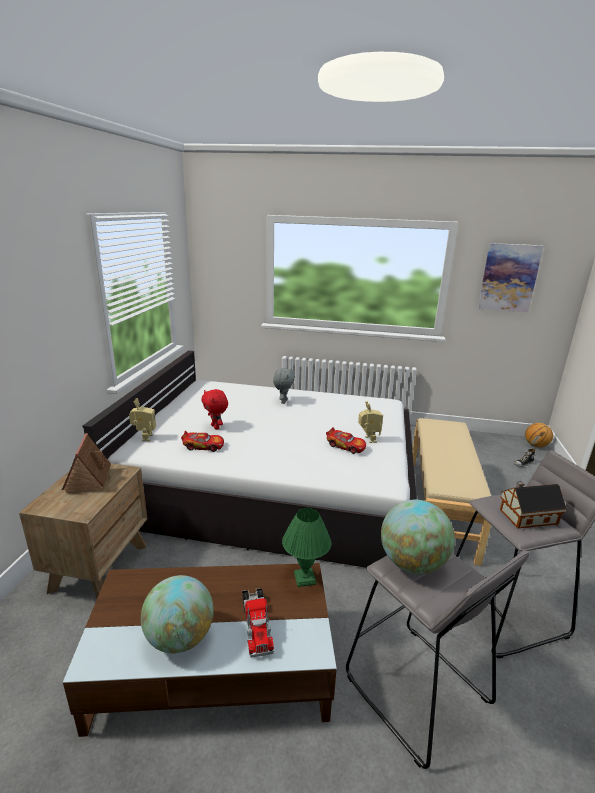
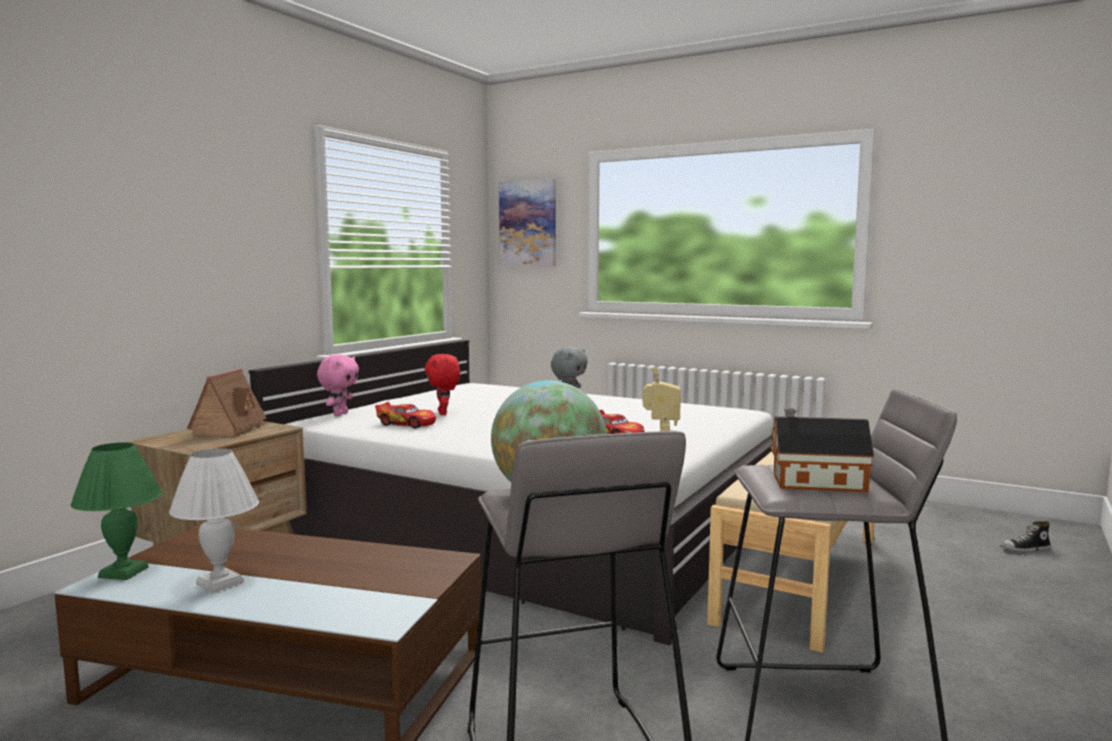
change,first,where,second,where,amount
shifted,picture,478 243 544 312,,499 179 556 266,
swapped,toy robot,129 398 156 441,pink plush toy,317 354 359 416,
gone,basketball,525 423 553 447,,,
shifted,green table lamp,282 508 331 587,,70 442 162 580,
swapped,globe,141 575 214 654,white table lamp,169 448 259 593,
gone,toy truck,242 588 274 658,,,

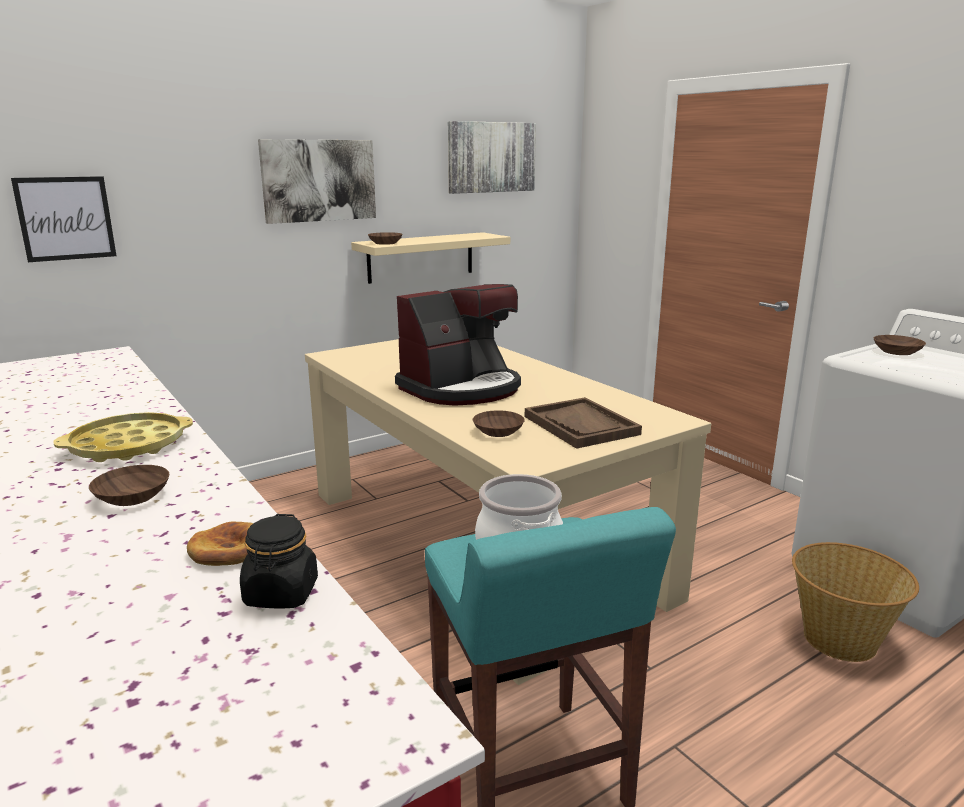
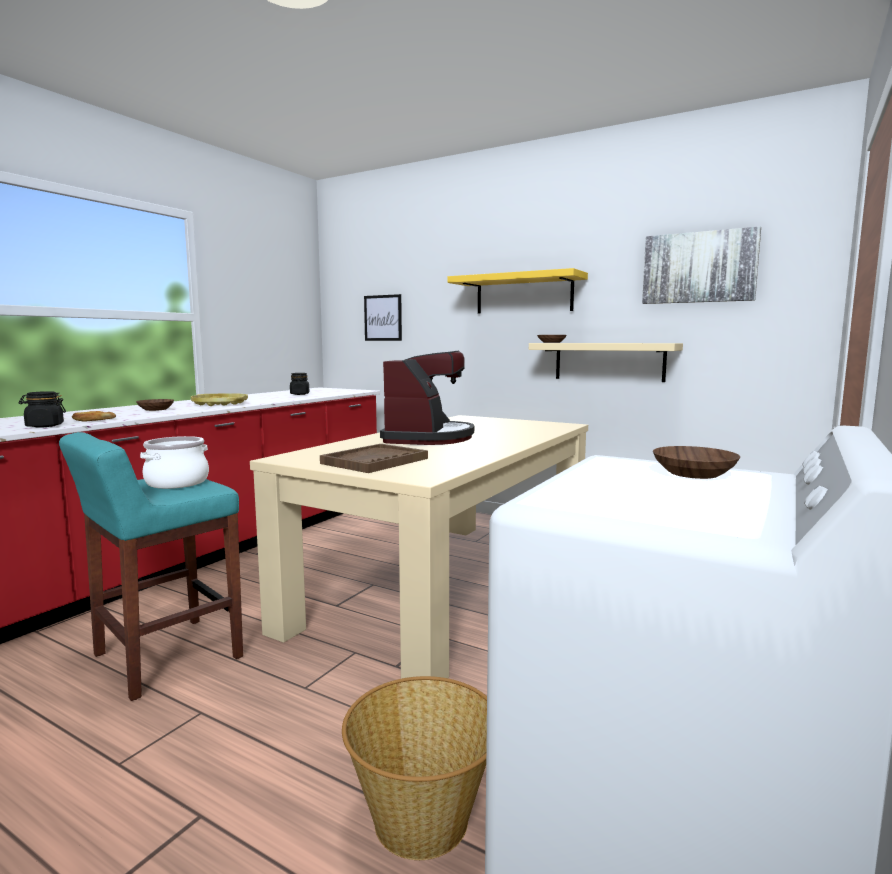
change,first,where,second,where,amount
swapped,picture,258 139 376 224,yellow shelf,447 268 588 314,
rotated,coffee machine,395 284 521 406,,380 351 474 445,105 degrees counterclockwise
gone,brown bowl,473 410 525 437,,,
new,,,black jar,290 373 309 395,

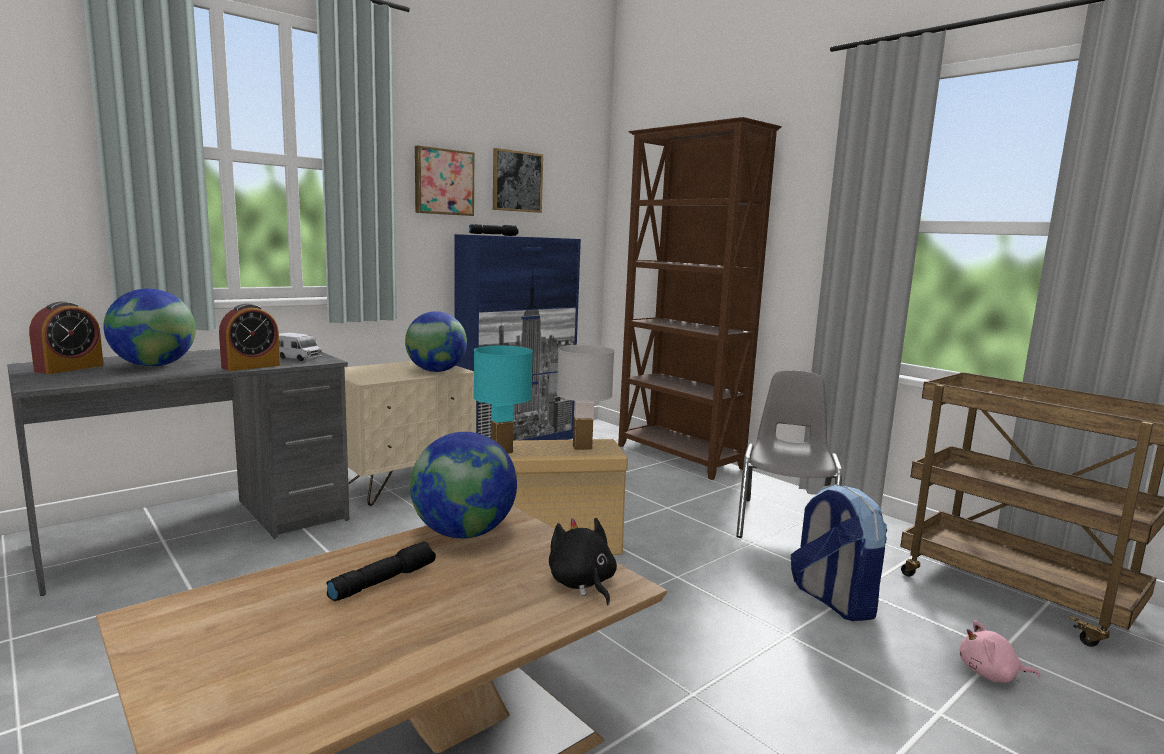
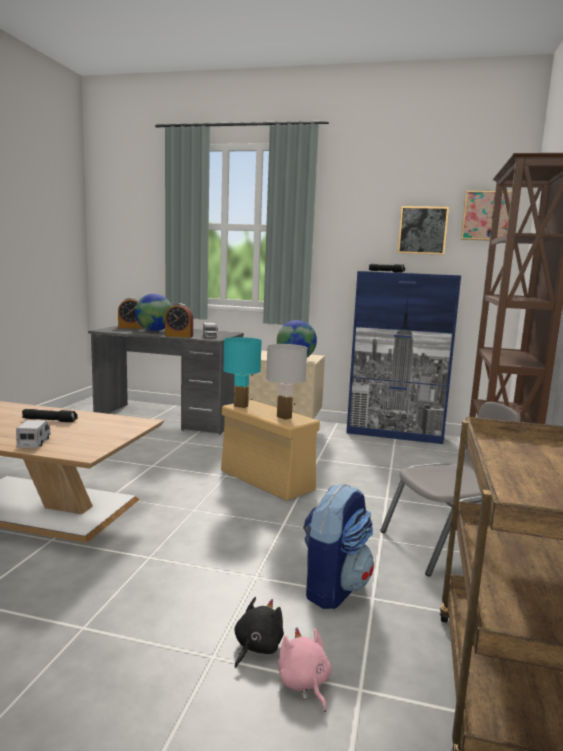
change,first,where,second,where,amount
shifted,picture,415 145 475 216,,461 191 512 240,
gone,globe,410 432 517 539,,,
shifted,black plush toy,549 518 617 605,,235 597 284 669,
new,,,toy truck,16 420 51 448,

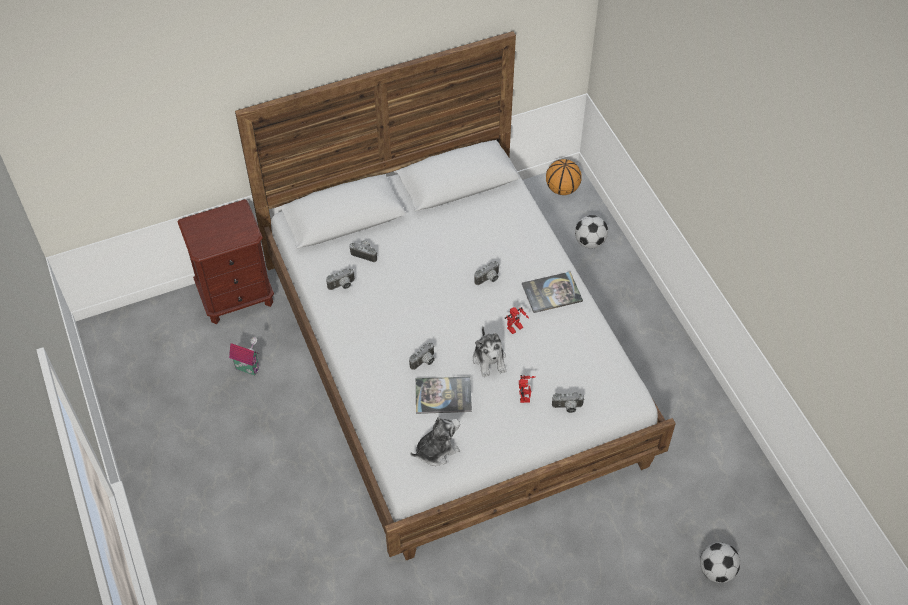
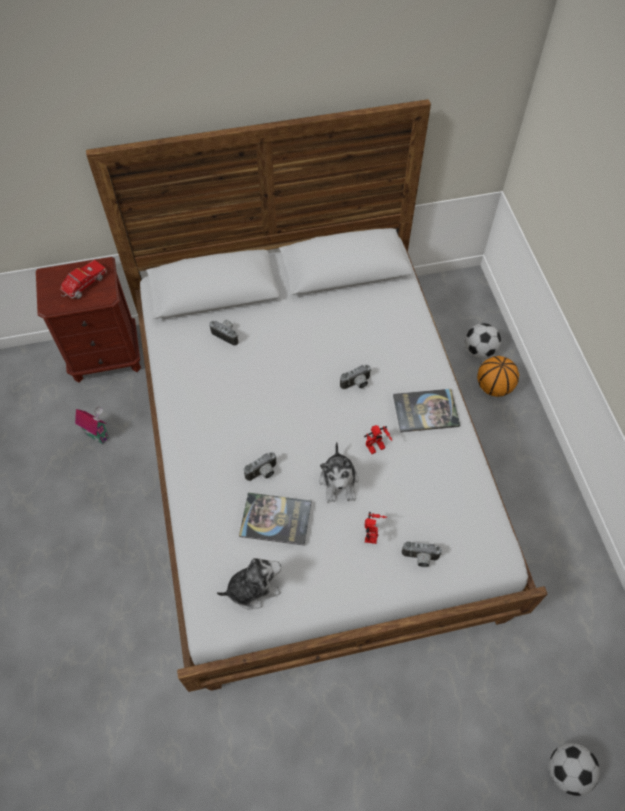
change,first,where,second,where,amount
shifted,basketball,546 159 581 195,,477 356 519 397,
gone,photo camera,326 268 355 290,,,
new,,,toy truck,60 260 107 299,

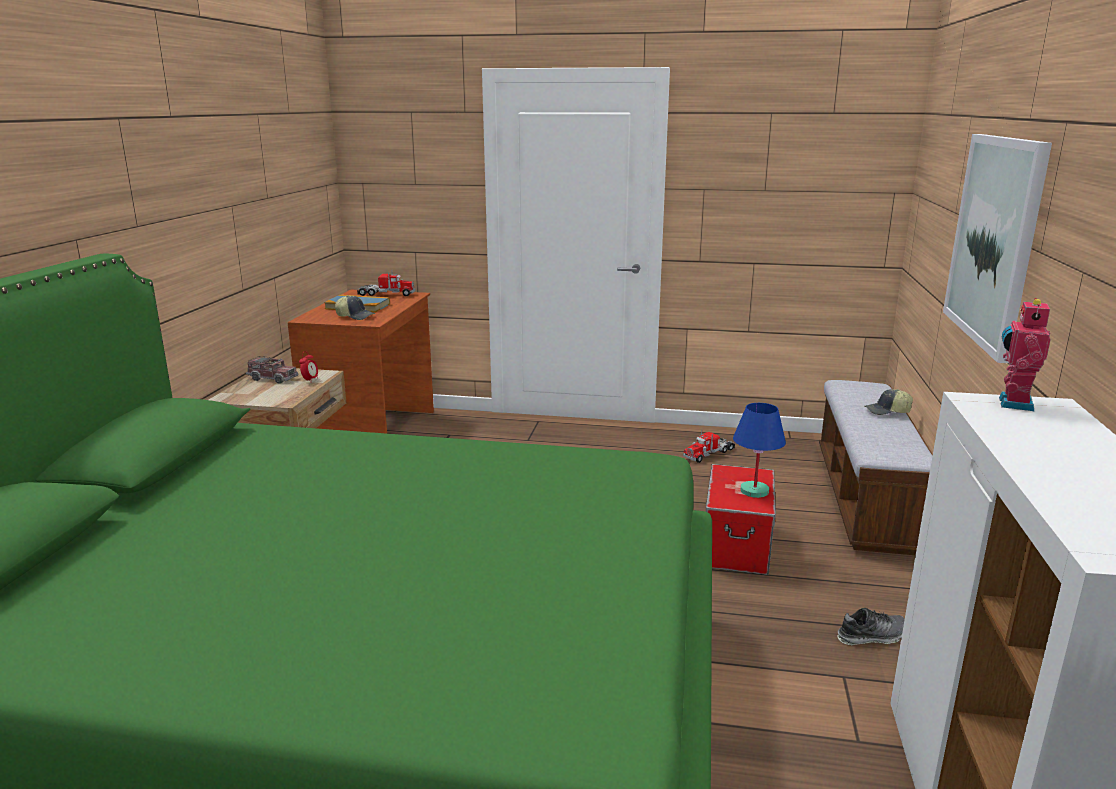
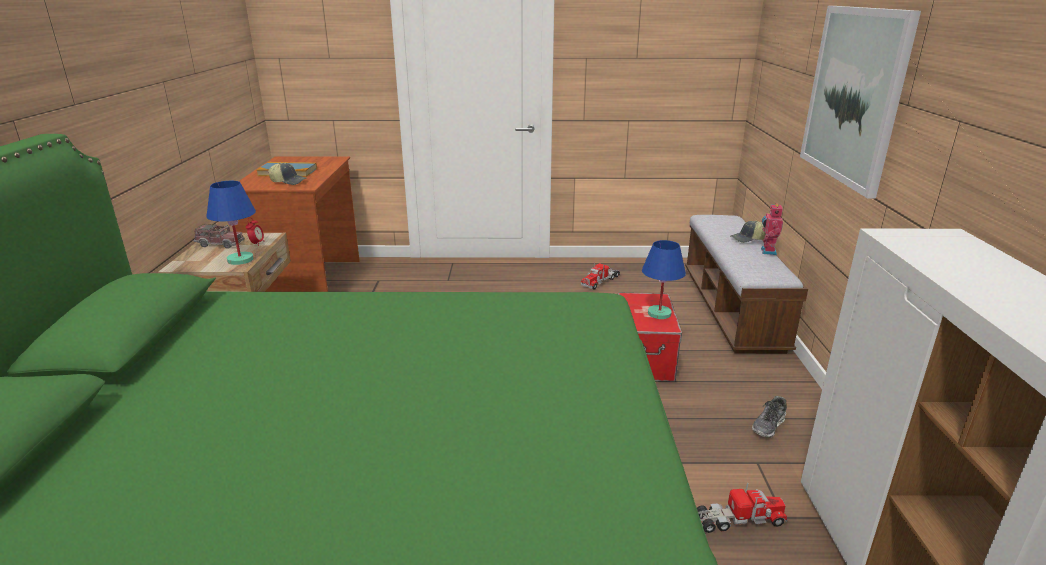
change,first,where,second,where,amount
shifted,toy truck,357 270 415 296,,697 483 788 533,
shifted,toy robot,999 298 1051 411,,761 203 783 255,
rotated,shoe,837 608 905 646,,752 396 787 438,150 degrees clockwise
new,,,blue table lamp,206 181 256 265,

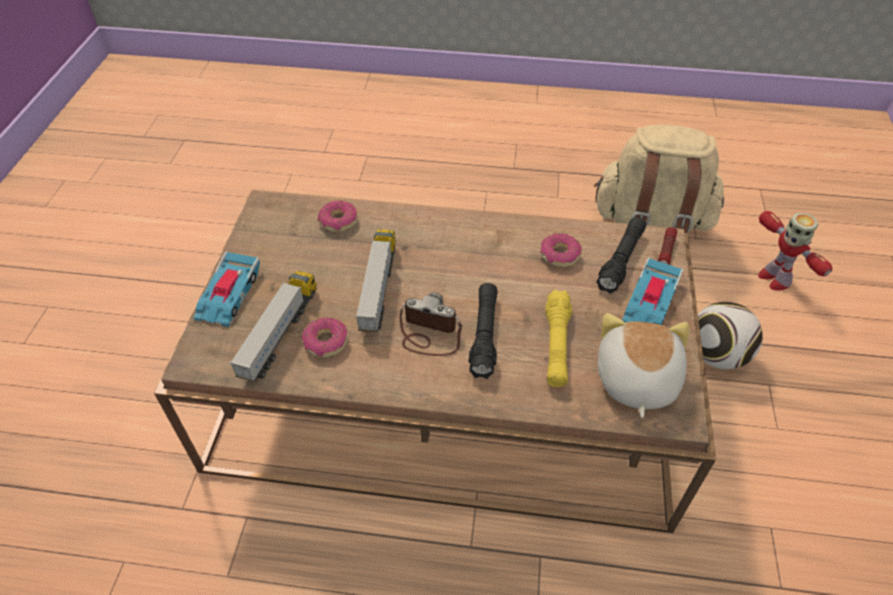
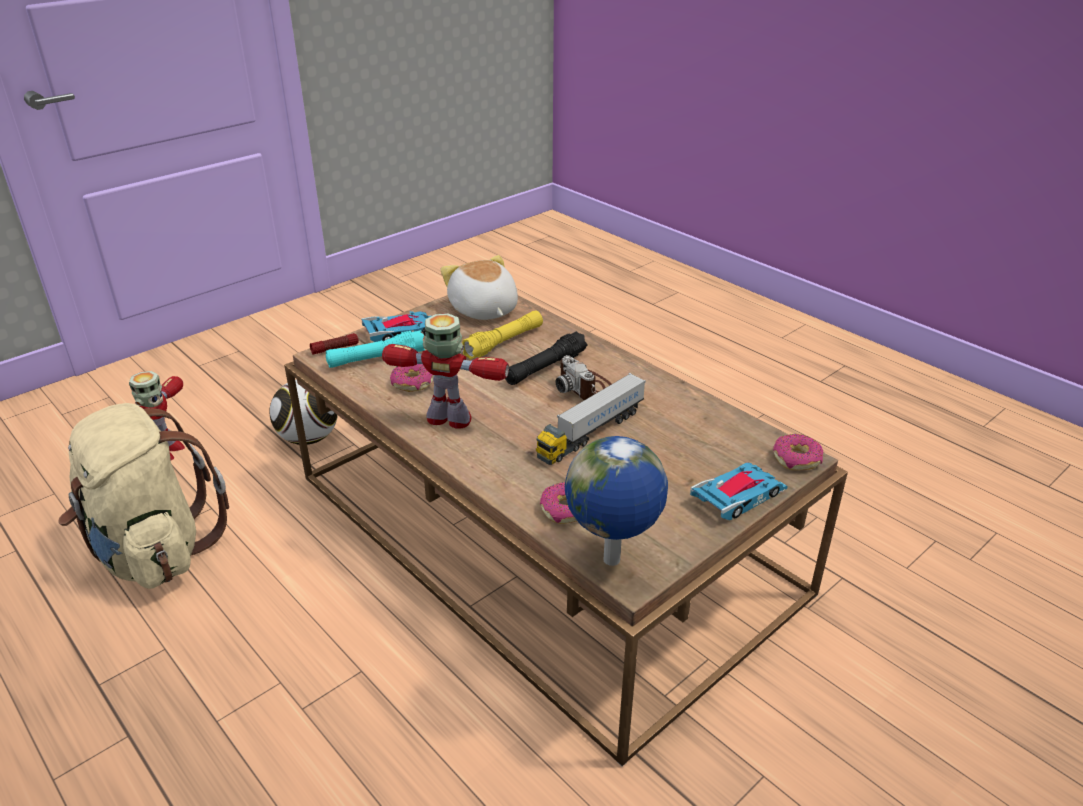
change,first,where,second,where,amount
repainted,black flashlight,596 217 646 294,turquoise flashlight,326 330 425 368,
gone,toy truck,230 271 317 382,,,
rotated,plush toy,598 313 689 418,,440 255 518 320,105 degrees clockwise
shifted,donut,301 318 348 357,,773 434 823 470,
new,,,toy robot,382 314 509 429,
new,,,globe,565 436 668 566,

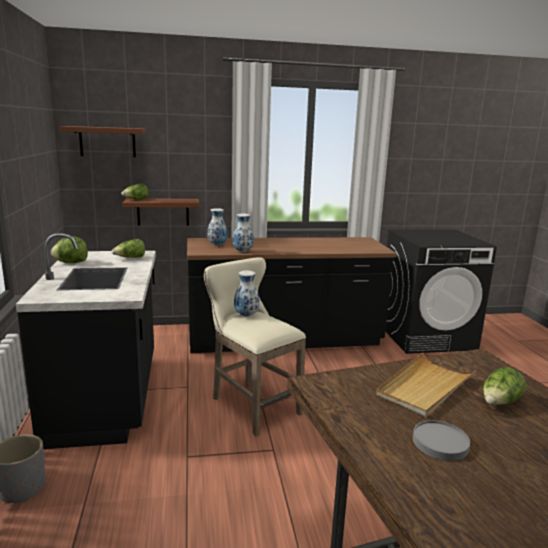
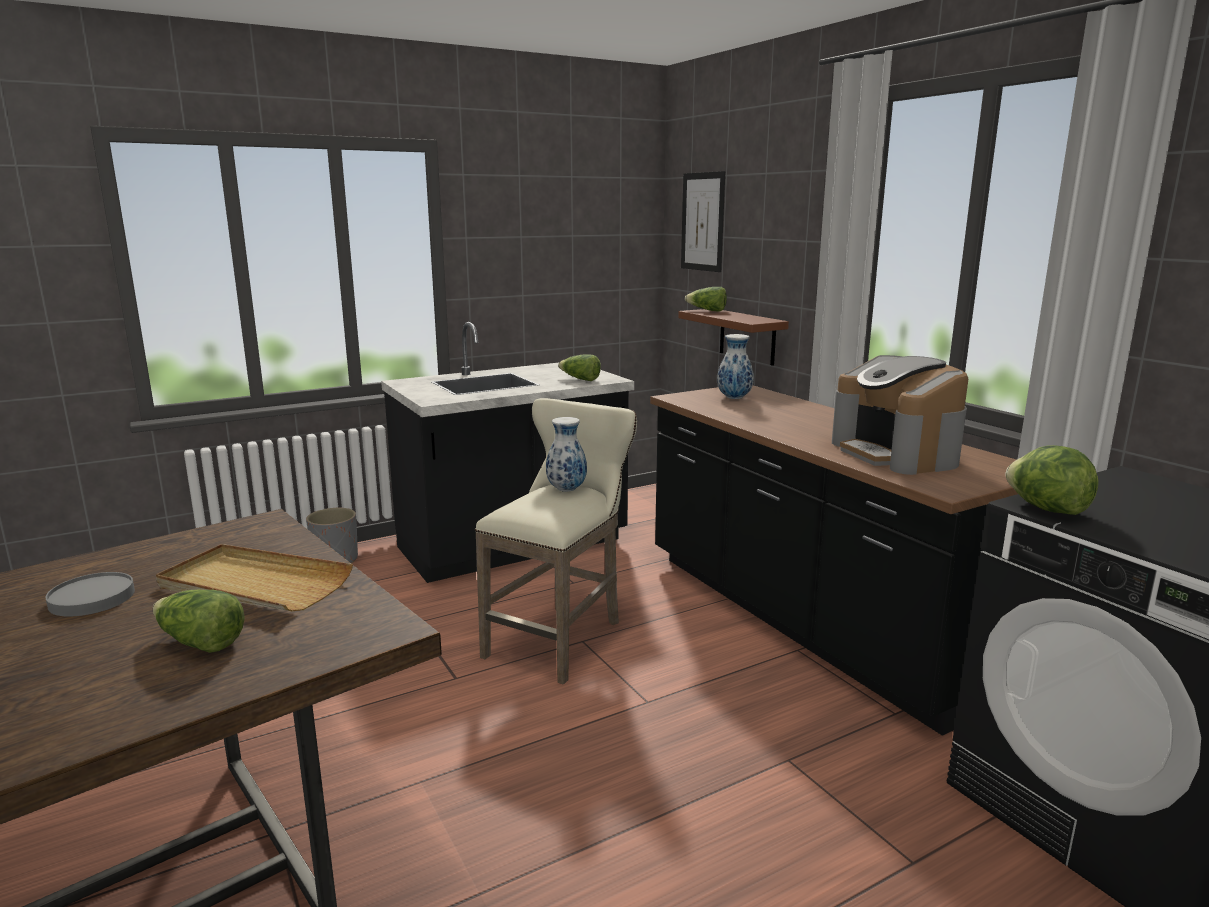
change,first,where,second,where,amount
swapped,brown shelf,60 126 146 158,picture,681 171 725 272,
gone,vase,233 213 254 252,,,
shifted,lettuce,51 237 88 263,,1005 445 1099 515,
new,,,coffee machine,832 355 968 475,

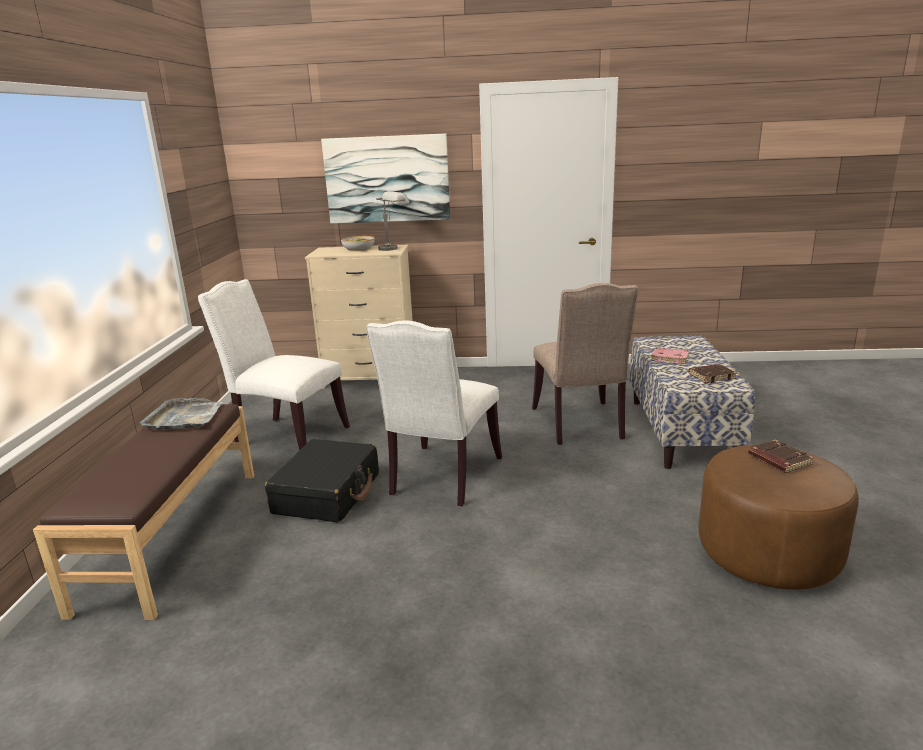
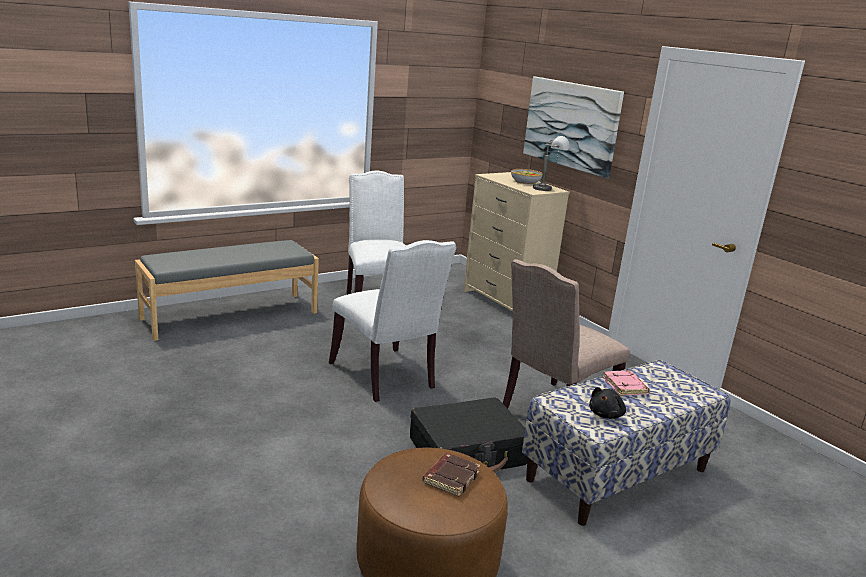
change,first,where,second,where,amount
rotated,white chair,366 320 502 506,,329 240 456 402,105 degrees counterclockwise
swapped,brown book,688 364 737 383,black plush toy,589 387 626 419,
gone,grey tray,140 398 222 430,,,
repainted,brown bench,33 404 254 620,grey bench,135 240 319 341,
shifted,black suitcase,265 439 379 523,,410 397 528 473,

